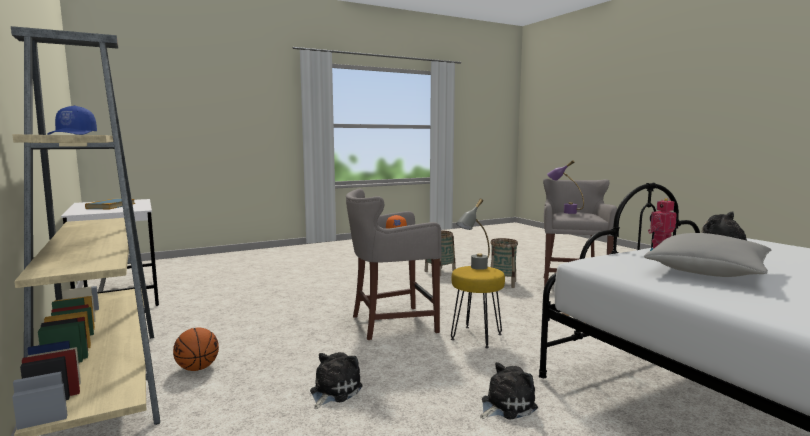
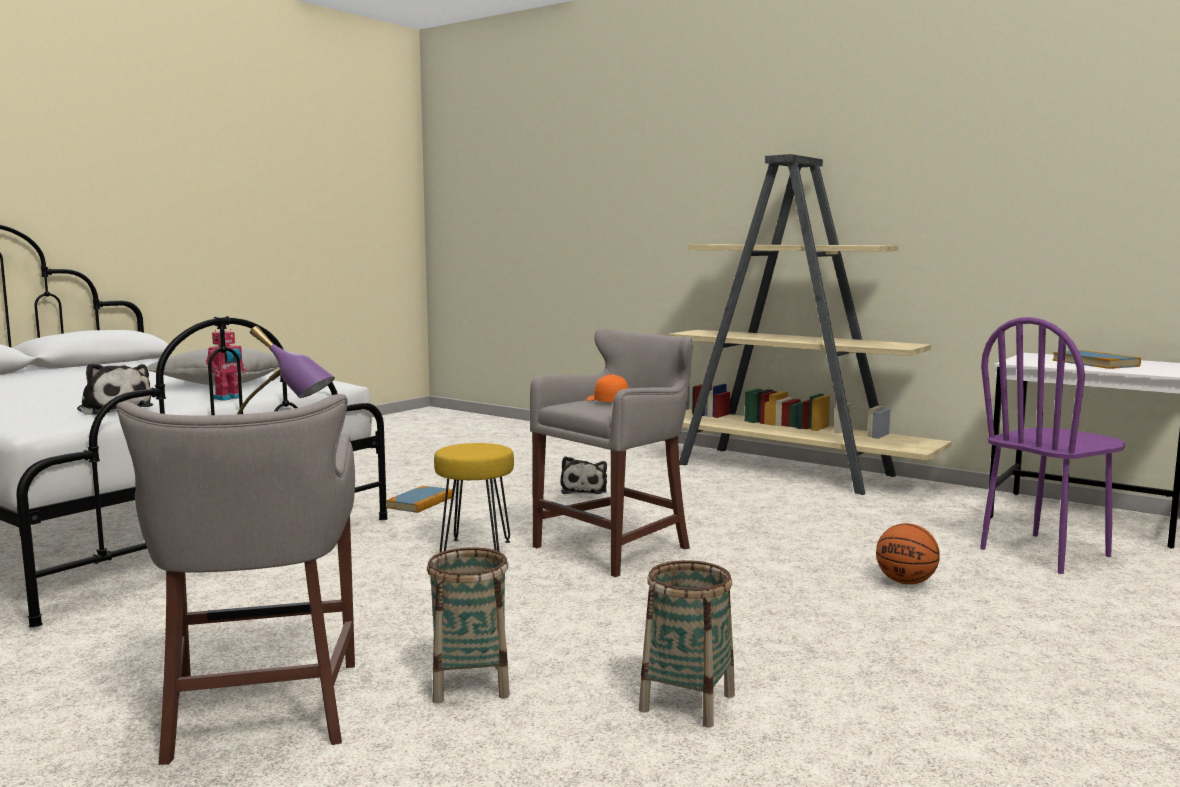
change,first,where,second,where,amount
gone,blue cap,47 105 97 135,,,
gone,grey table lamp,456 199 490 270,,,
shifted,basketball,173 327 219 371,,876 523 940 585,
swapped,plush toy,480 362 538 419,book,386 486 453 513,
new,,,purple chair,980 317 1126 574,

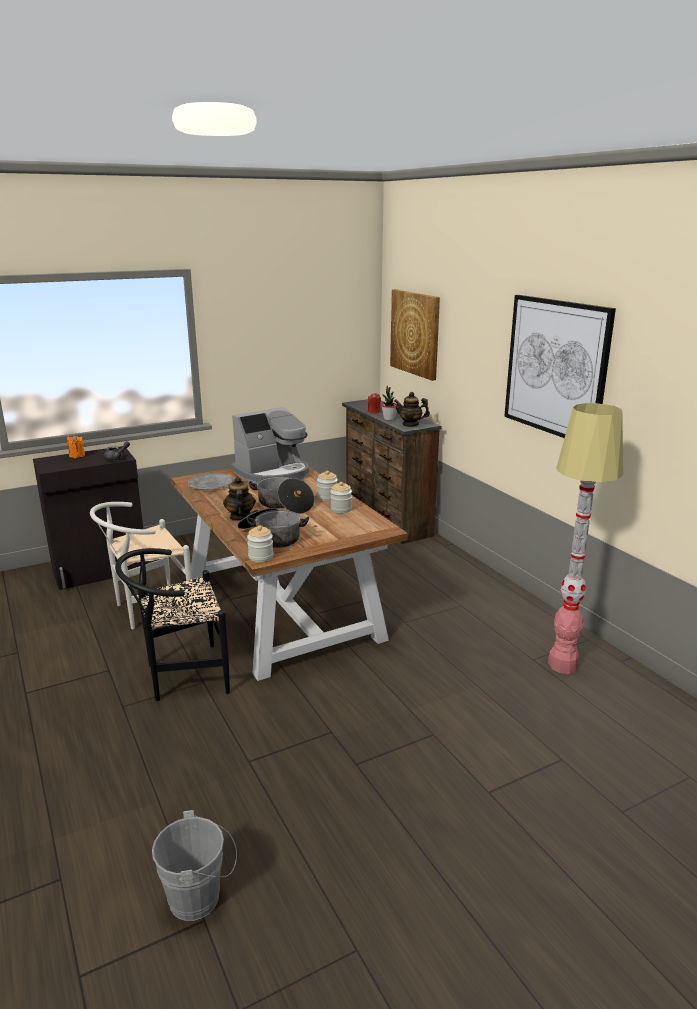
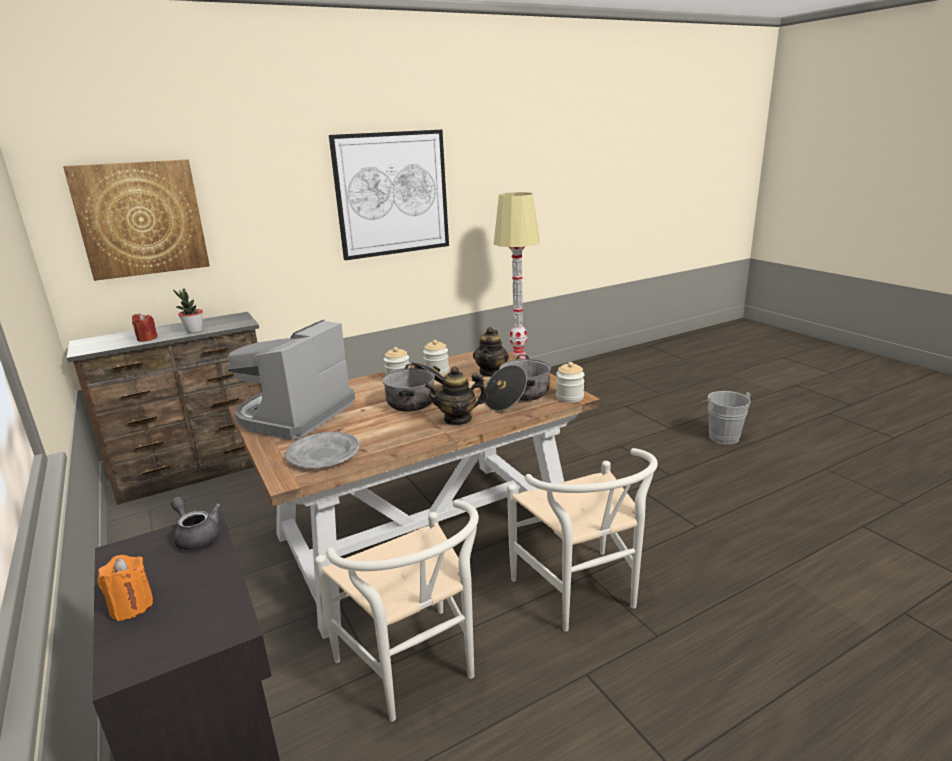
change,first,where,second,where,amount
shifted,teapot,394 392 430 427,,473 327 509 377,
rotated,coffee machine,231 407 309 483,,227 320 355 440,120 degrees counterclockwise
repainted,black chair,115 548 230 701,white chair,507 448 658 632,
shifted,grey bucket,152 810 237 921,,702 391 751 444,

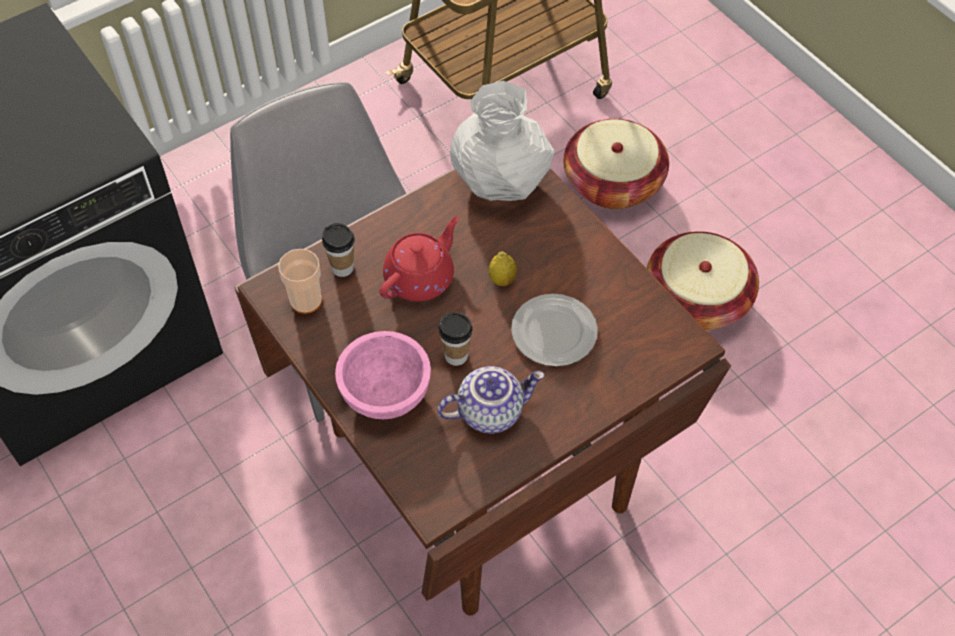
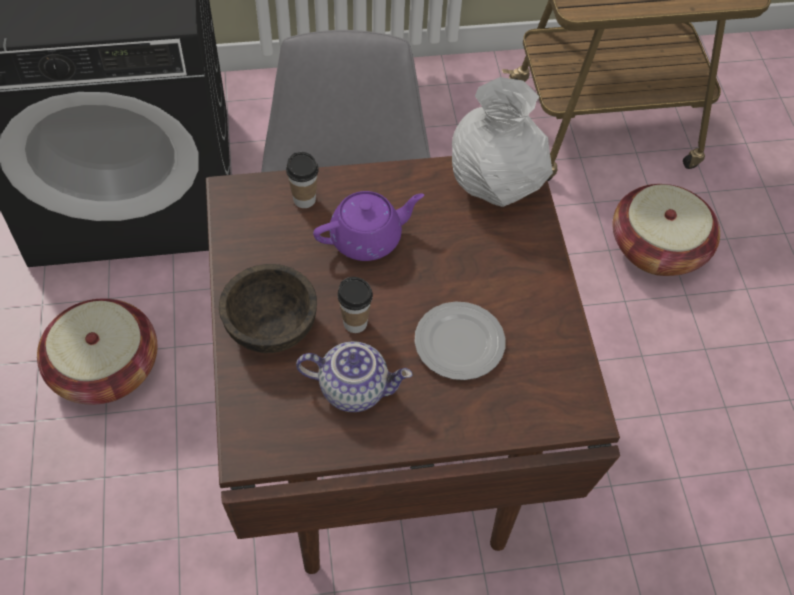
change,first,where,second,where,amount
repainted,red teapot,379 216 459 301,purple teapot,313 191 424 261,
shifted,basket,647 231 759 330,,37 298 157 405,
gone,cup,278 249 322 314,,,
gone,lemon,488 252 517 286,,,
repainted,pink bowl,335 331 431 419,brown bowl,219 264 317 353,

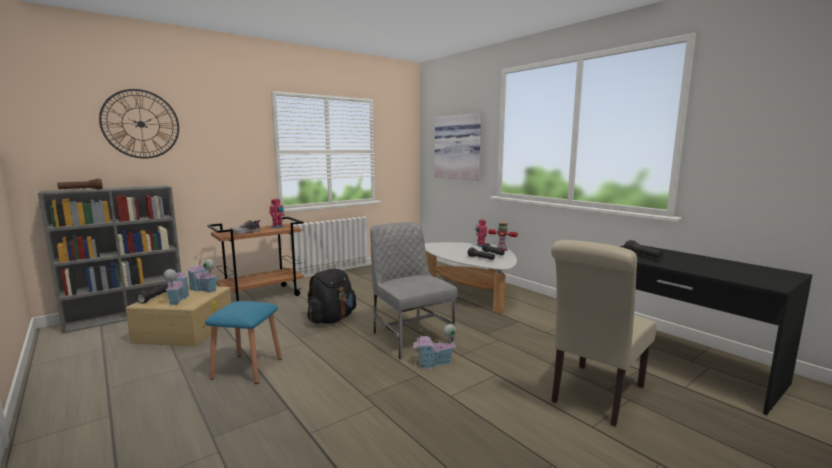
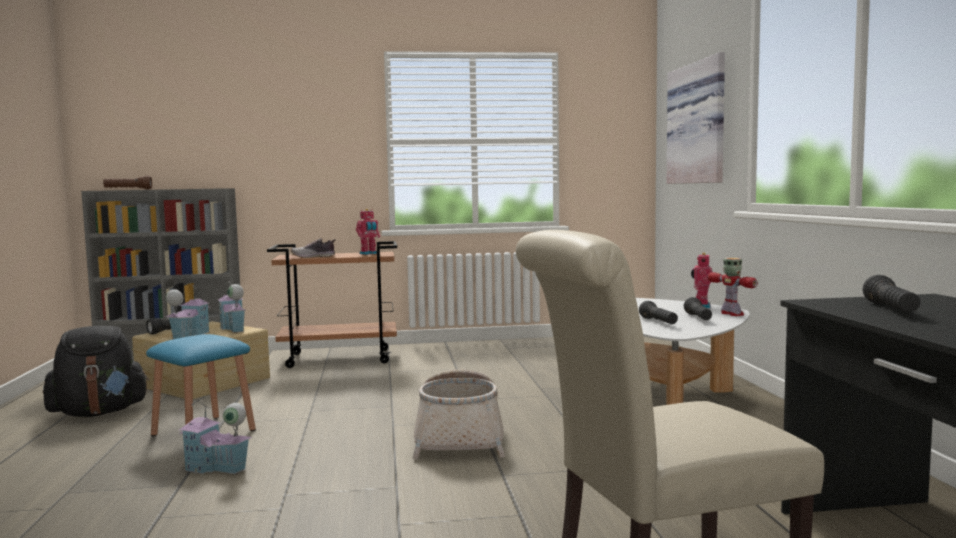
change,first,where,second,where,amount
gone,wall clock,99 89 179 159,,,
swapped,grey chair,370 222 458 360,basket,412 370 505 460,
shifted,black backpack,307 269 356 324,,43 326 149 417,
shifted,toy house,412 324 456 369,,179 396 252 474,

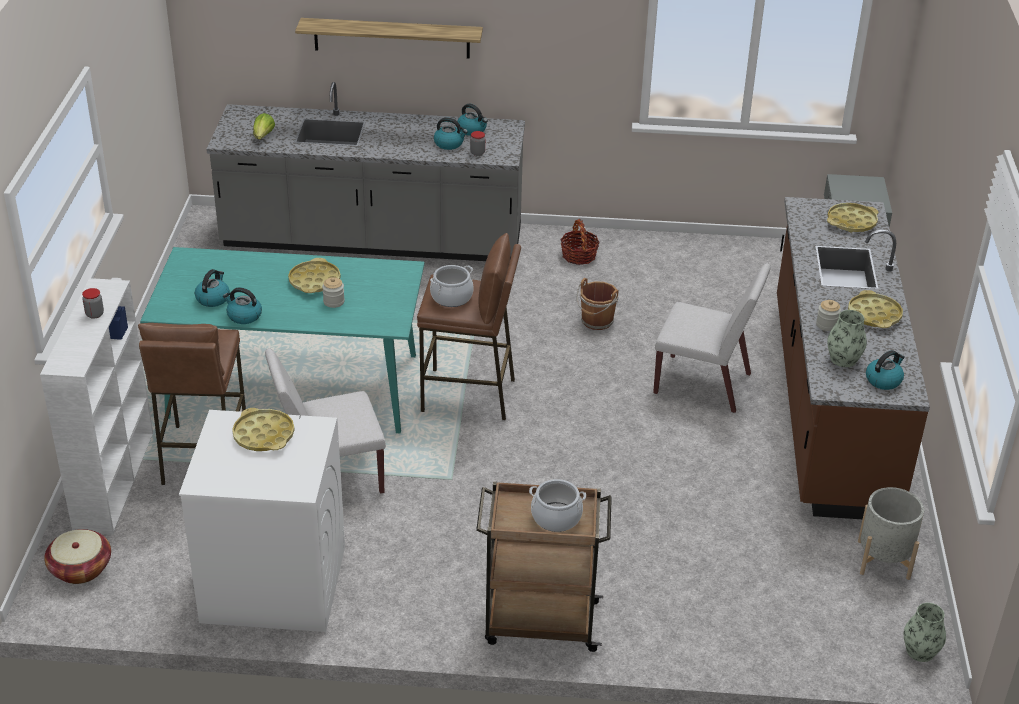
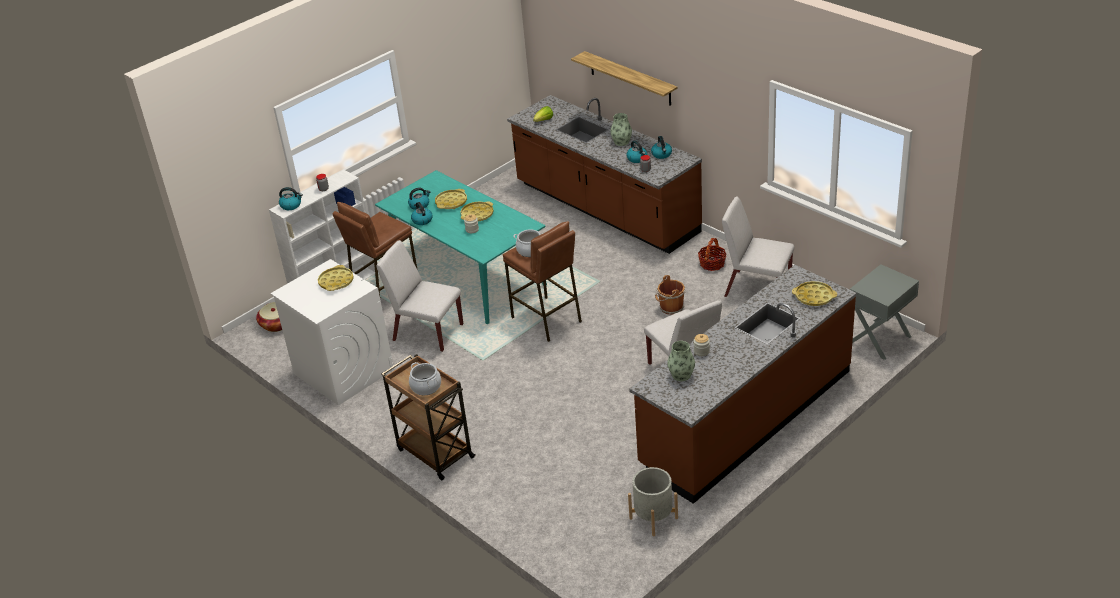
change,first,where,second,where,amount
repainted,grey counter,206 82 525 261,brown counter,507 95 702 254,
shifted,yellow tray,848 290 903 328,,435 189 467 209,
shifted,kettle,866 350 905 390,,279 187 303 210,
shifted,vase,904 603 946 662,,610 113 632 146,
new,,,white chair,722 197 794 297,

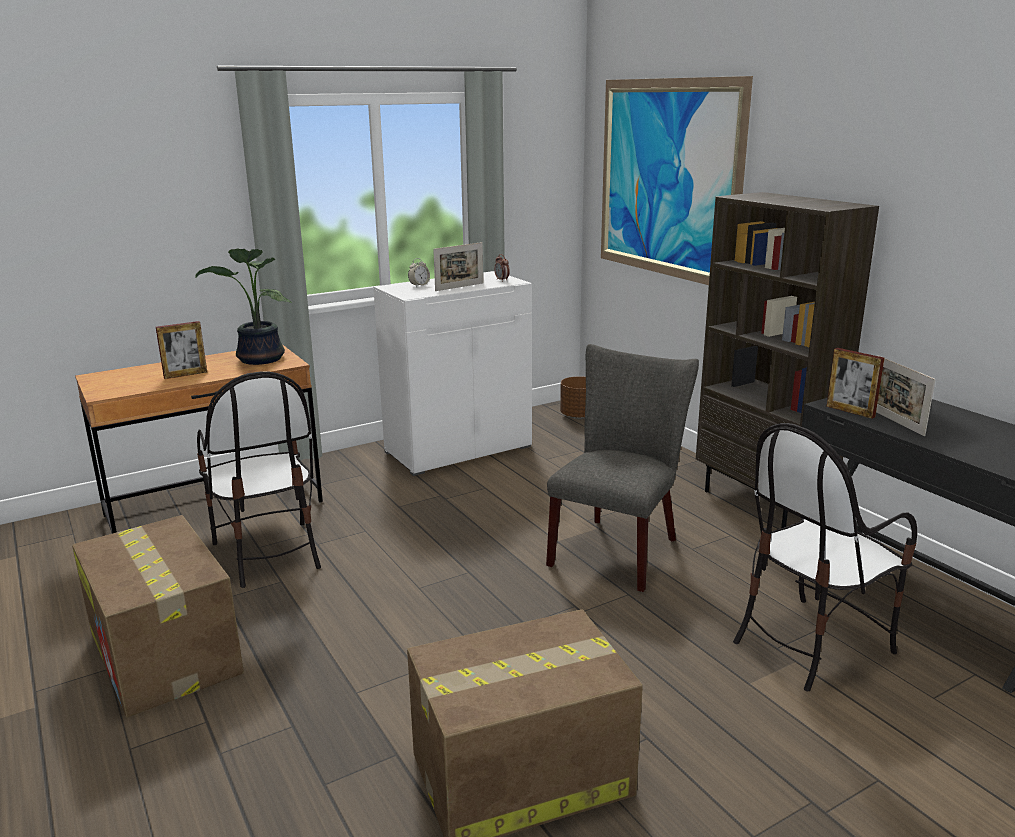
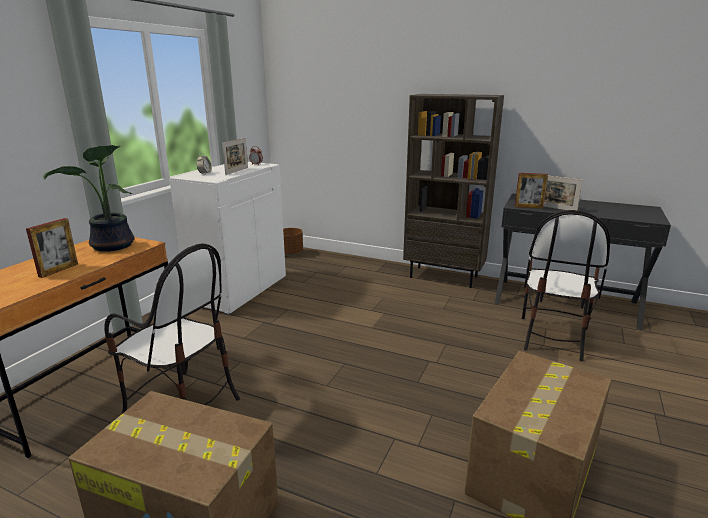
change,first,where,second,where,amount
gone,picture,601 76 753 285,,,
gone,grey chair,546 344 699 592,,,

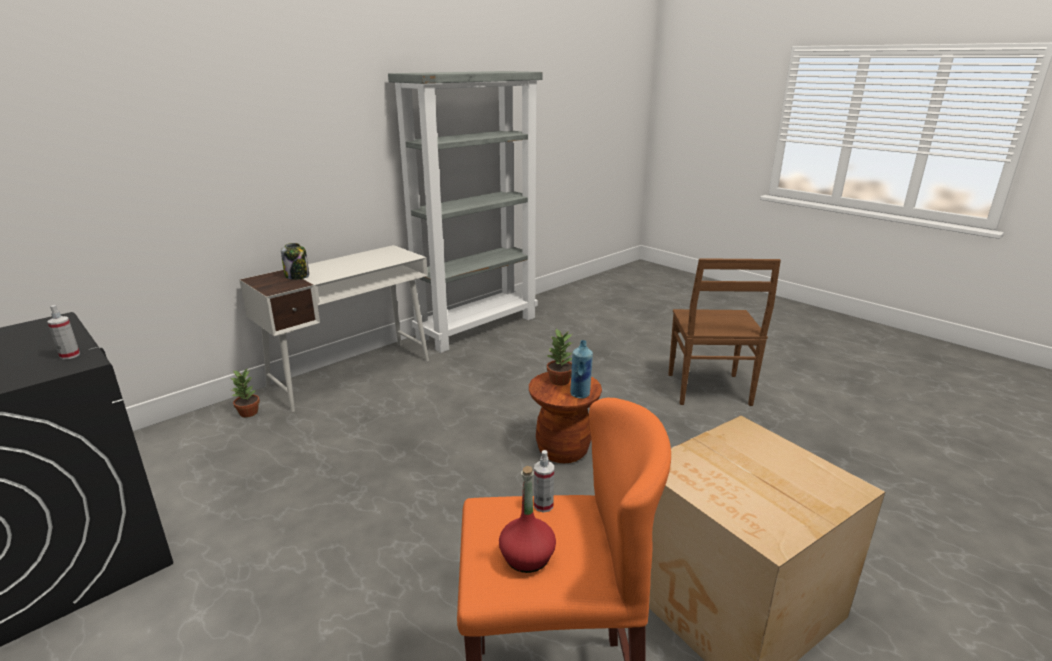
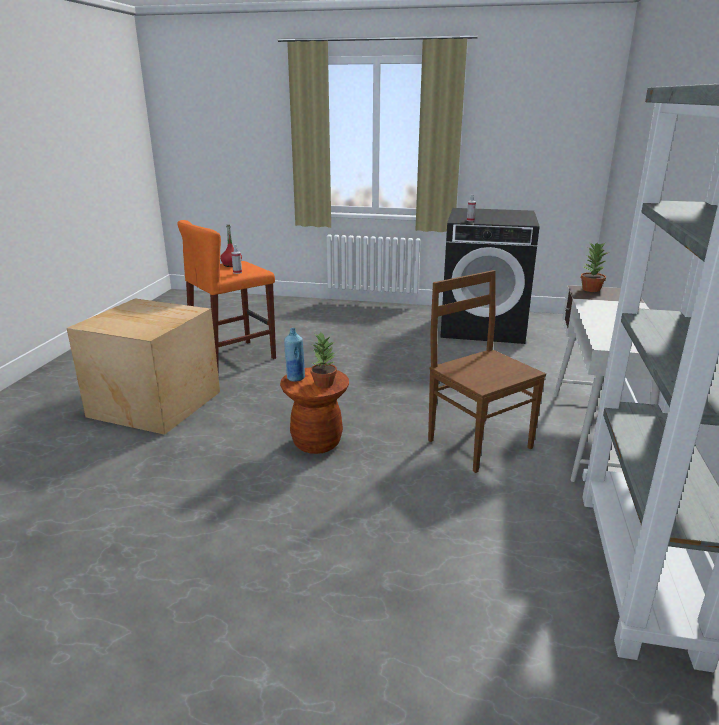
change,first,where,second,where,amount
gone,jar,281 243 309 280,,,
shifted,brown chair,668 258 781 406,,428 270 546 473,
shifted,potted plant,231 369 260 417,,581 243 607 292,

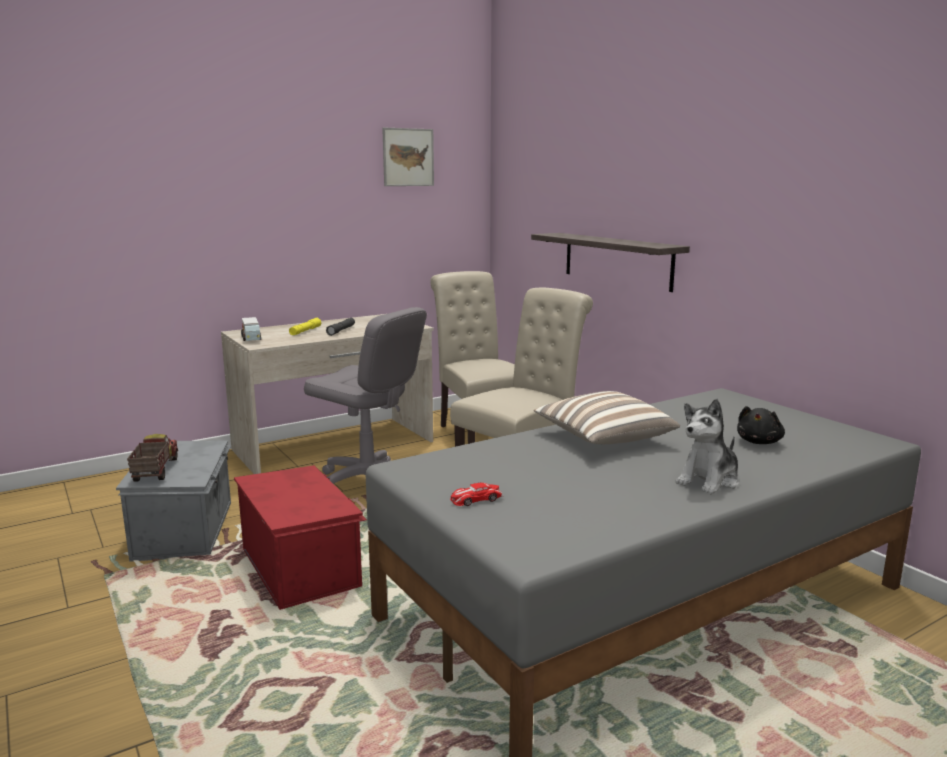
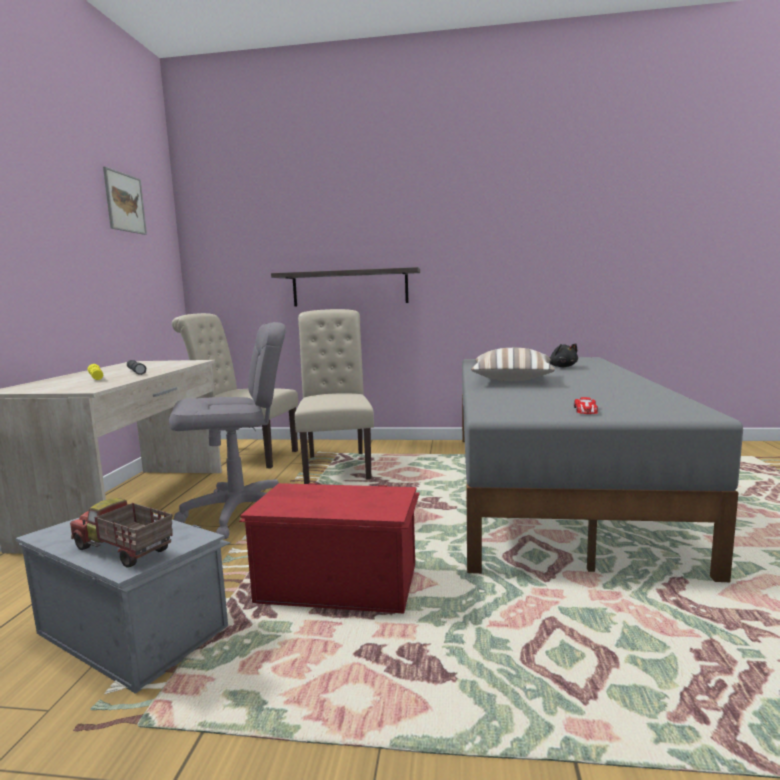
change,first,where,second,where,amount
gone,toy truck,241 317 261 341,,,
gone,plush toy,676 399 739 494,,,

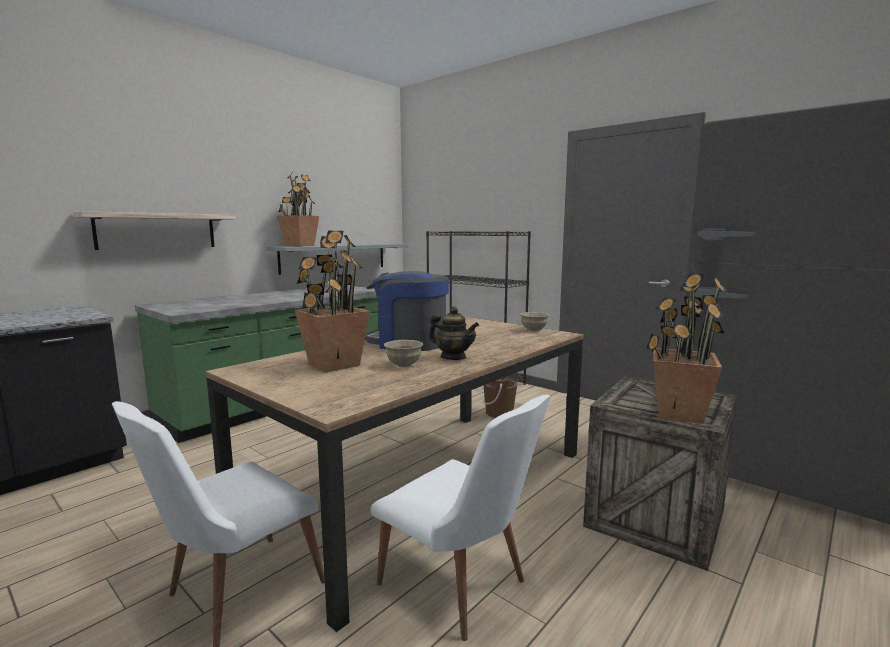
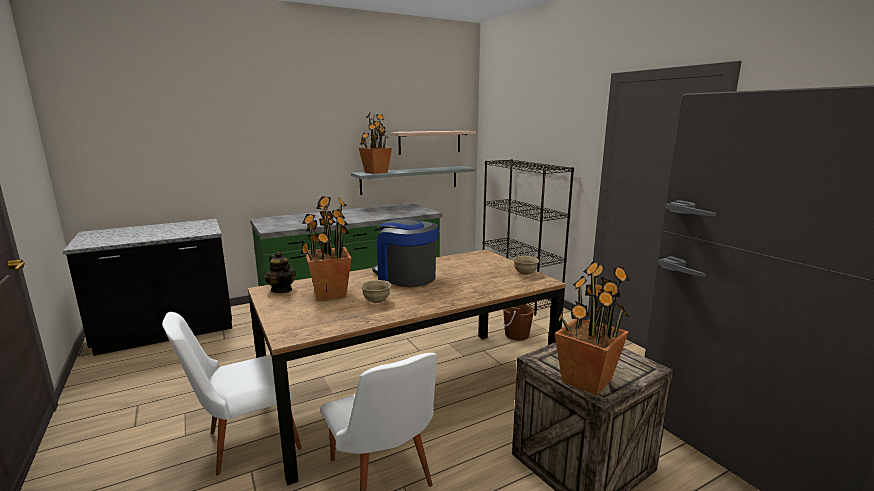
change,first,where,second,where,amount
shifted,shelf,73 211 236 250,,391 131 476 155,
shifted,teapot,429 307 479 360,,265 252 296 293,

